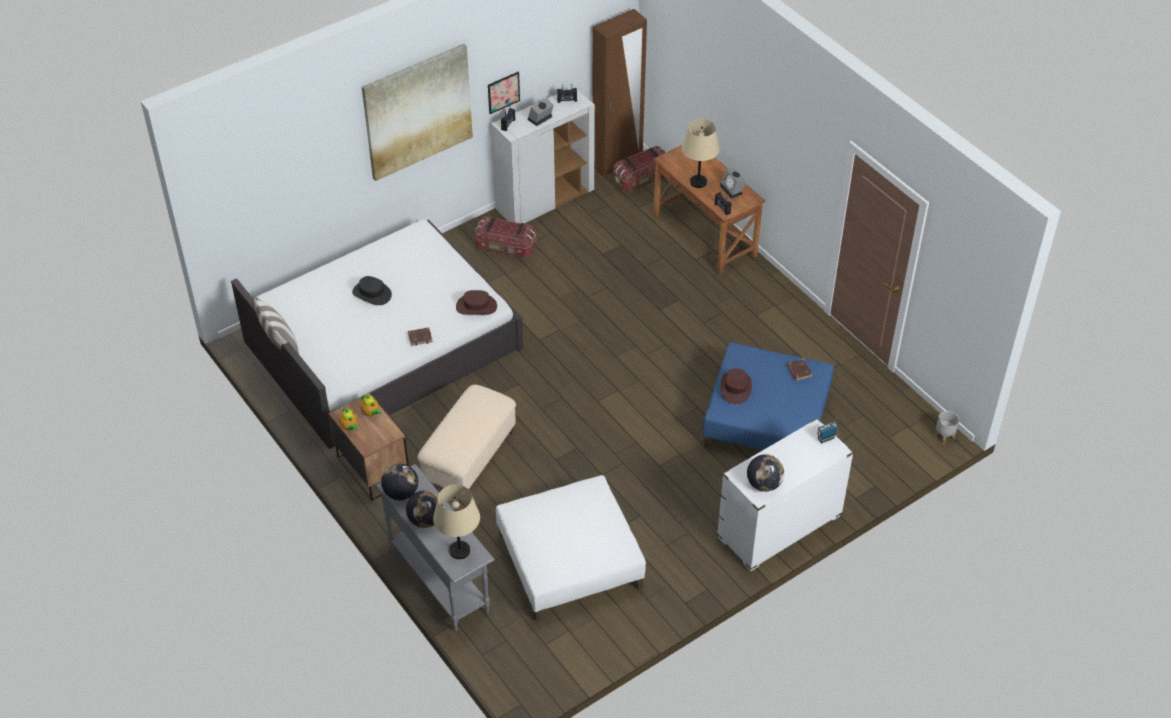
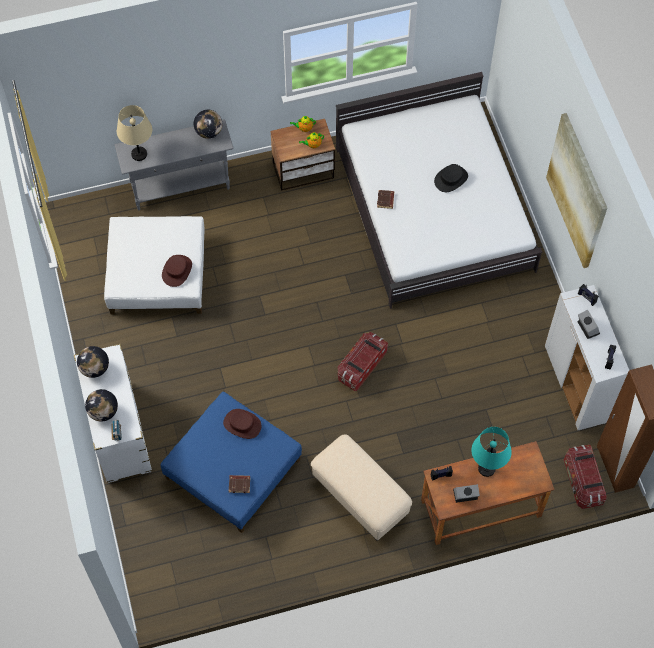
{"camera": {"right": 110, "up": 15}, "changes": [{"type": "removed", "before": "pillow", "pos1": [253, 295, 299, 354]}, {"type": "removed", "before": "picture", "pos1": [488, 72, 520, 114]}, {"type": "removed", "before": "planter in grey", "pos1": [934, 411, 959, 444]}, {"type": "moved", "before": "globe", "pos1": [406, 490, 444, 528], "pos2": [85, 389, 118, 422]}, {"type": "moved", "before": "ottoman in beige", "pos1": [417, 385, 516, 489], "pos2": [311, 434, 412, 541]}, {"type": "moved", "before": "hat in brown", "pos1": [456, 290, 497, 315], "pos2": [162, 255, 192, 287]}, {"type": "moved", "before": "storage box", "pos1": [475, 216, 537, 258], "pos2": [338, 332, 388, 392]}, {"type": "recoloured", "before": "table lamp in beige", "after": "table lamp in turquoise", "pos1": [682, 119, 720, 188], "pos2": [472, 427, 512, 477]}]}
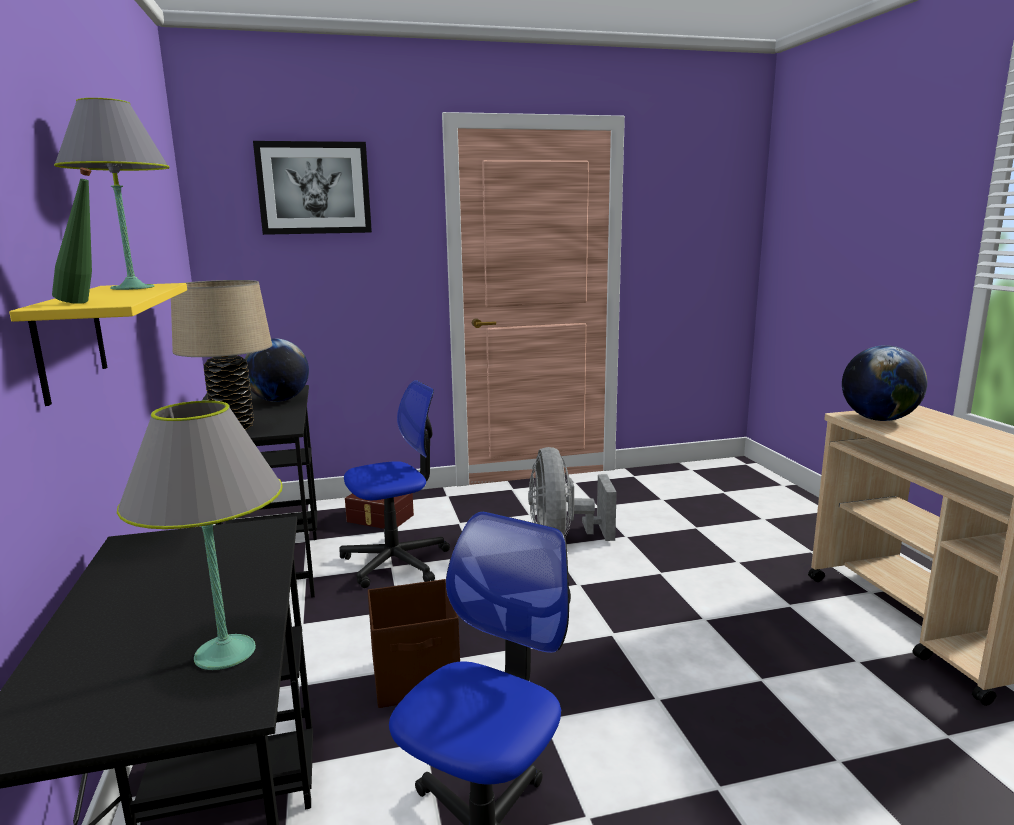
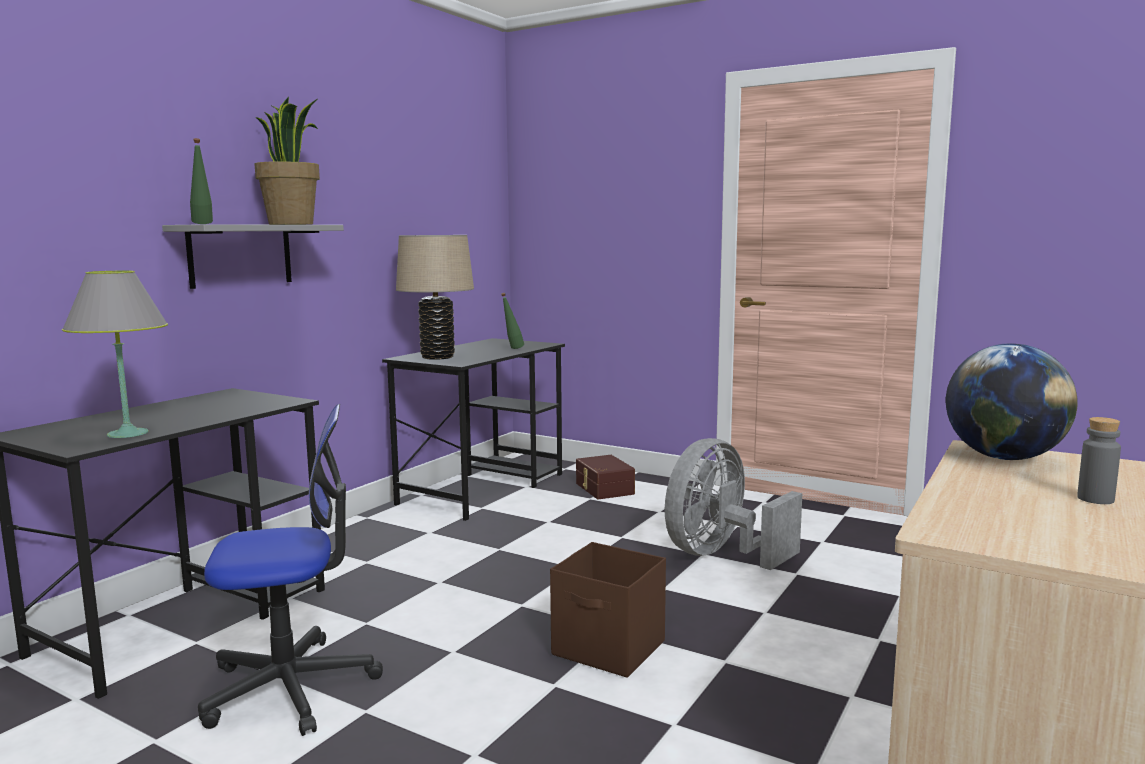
{"camera": {"right": 45, "up": -5}, "changes": [{"type": "removed", "before": "picture", "pos1": [253, 141, 372, 235]}, {"type": "removed", "before": "office chair", "pos1": [339, 380, 450, 588]}, {"type": "added", "after": "bottle in grey", "pos2": [1077, 417, 1121, 504]}, {"type": "moved", "before": "storage box in brown", "pos1": [368, 579, 460, 708], "pos2": [550, 542, 666, 678]}, {"type": "replaced", "before": "table lamp in grey", "after": "potted plant", "pos1": [54, 98, 170, 290], "pos2": [255, 97, 320, 225]}, {"type": "replaced", "before": "globe", "after": "bottle in green", "pos1": [245, 338, 309, 402], "pos2": [501, 293, 524, 349]}, {"type": "recoloured", "before": "shelf in yellow", "after": "shelf in grey", "pos1": [9, 283, 187, 406], "pos2": [162, 224, 344, 289]}]}
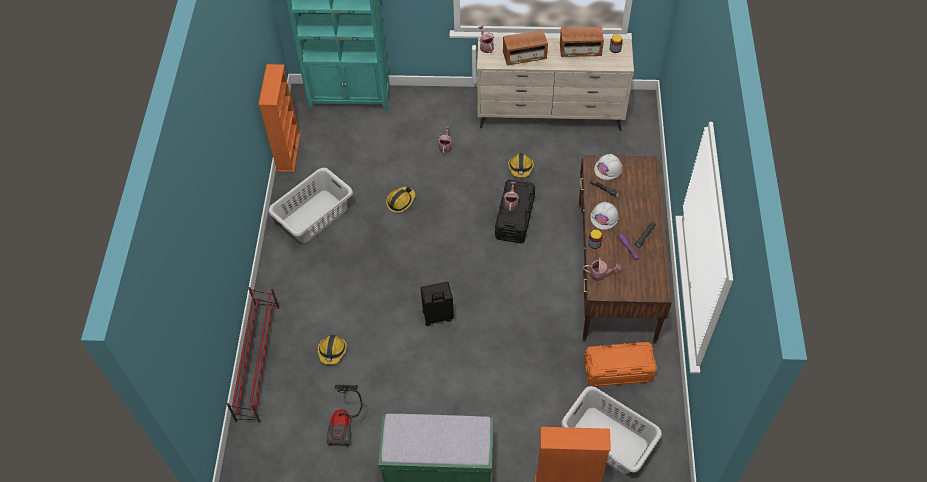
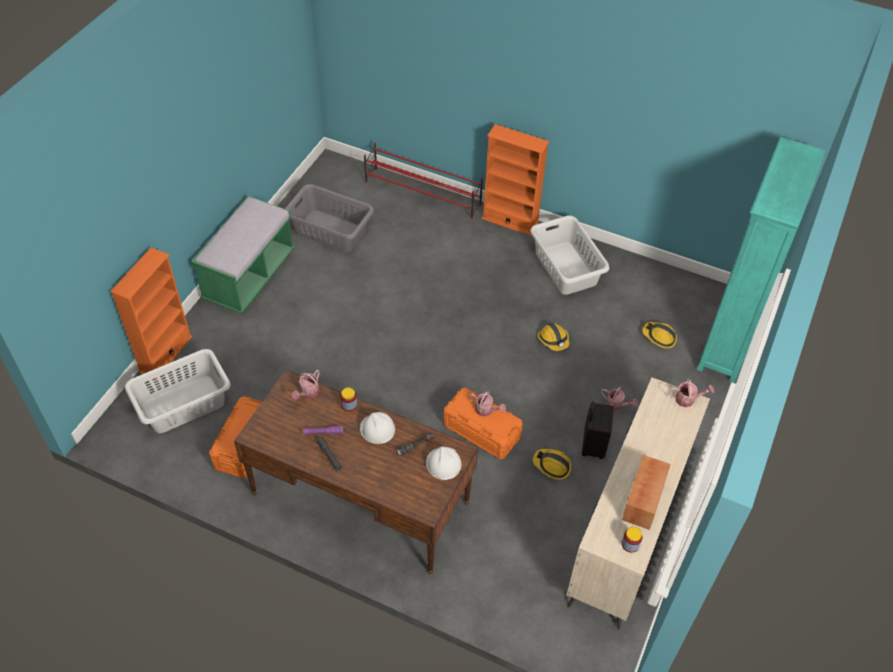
{"camera": {"right": 110, "up": -5}, "changes": [{"type": "removed", "before": "radio", "pos1": [503, 30, 548, 65]}, {"type": "moved", "before": "bookcase in orange", "pos1": [258, 64, 300, 172], "pos2": [482, 124, 549, 236]}, {"type": "moved", "before": "hard hat", "pos1": [318, 335, 347, 365], "pos2": [642, 322, 677, 349]}, {"type": "moved", "before": "suitcase in black", "pos1": [420, 282, 454, 326], "pos2": [582, 401, 614, 459]}, {"type": "replaced", "before": "vacuum cleaner", "after": "laundry basket in grey", "pos1": [327, 385, 363, 447], "pos2": [285, 184, 374, 252]}, {"type": "recoloured", "before": "storage box in black", "after": "storage box in orange", "pos1": [495, 179, 535, 244], "pos2": [444, 388, 523, 459]}]}
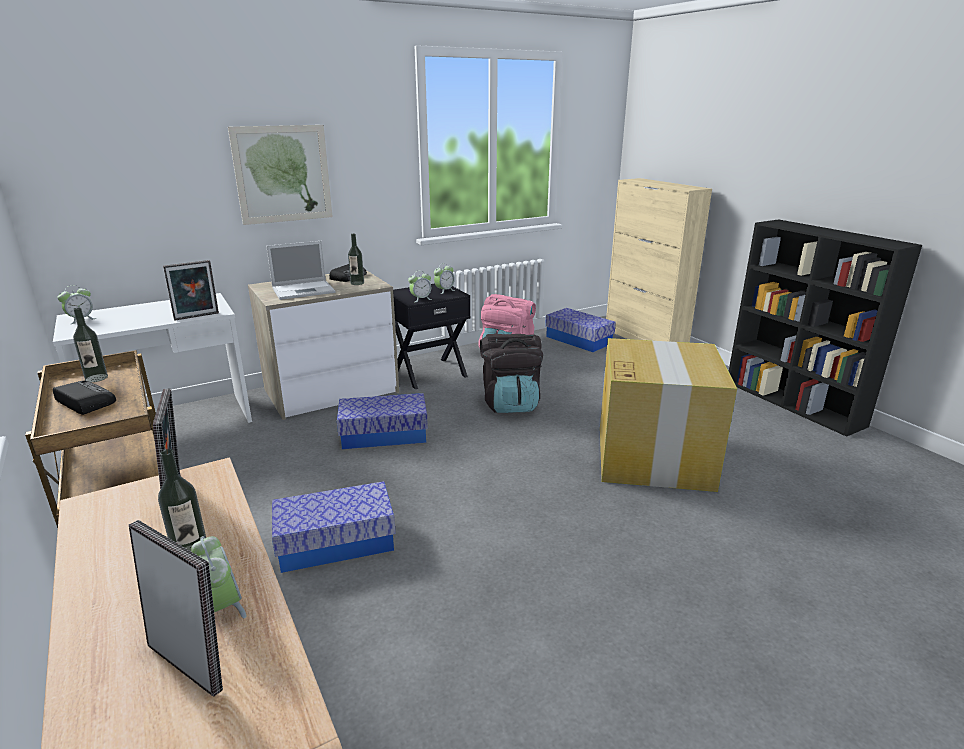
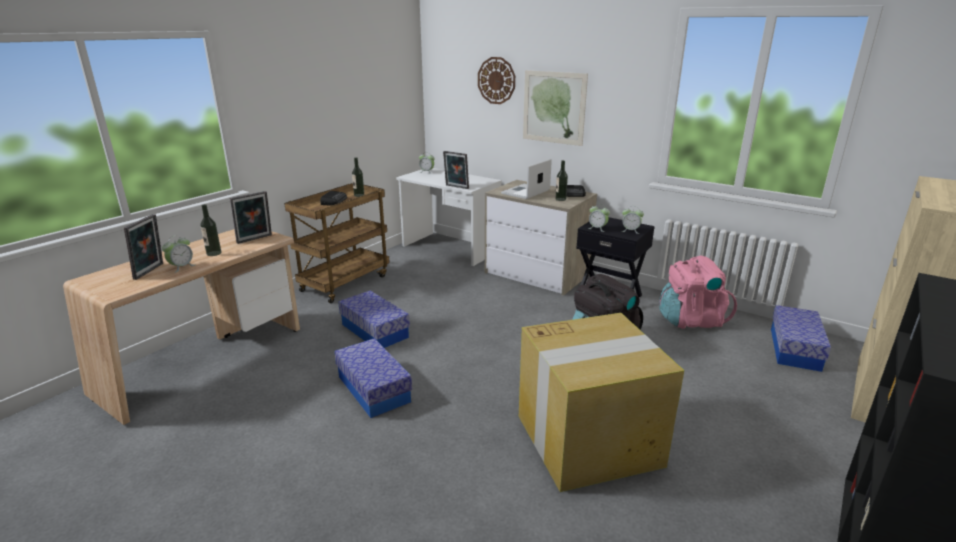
{"camera": {"right": 65, "up": 0}, "changes": [{"type": "added", "after": "wall clock", "pos2": [478, 57, 515, 104]}, {"type": "moved", "before": "storage box", "pos1": [337, 393, 428, 449], "pos2": [334, 338, 412, 418]}, {"type": "turned", "before": "laptop", "pos1": [266, 241, 336, 300], "pos2": [501, 159, 552, 199], "turn": 90}]}
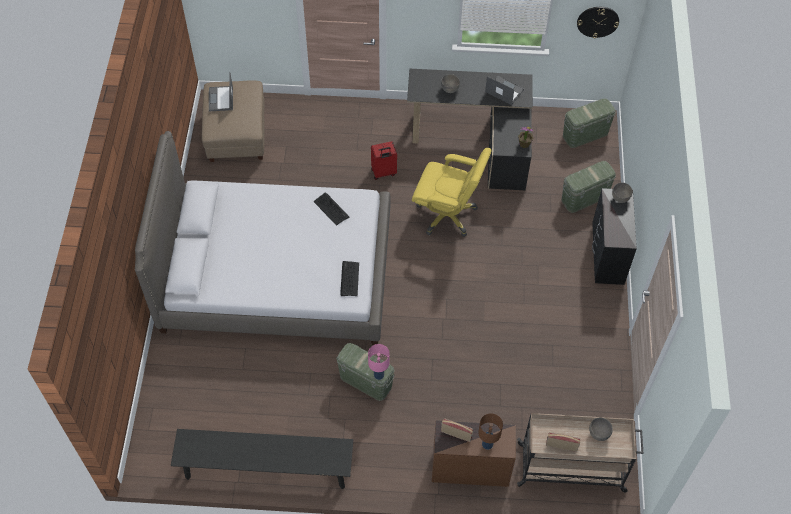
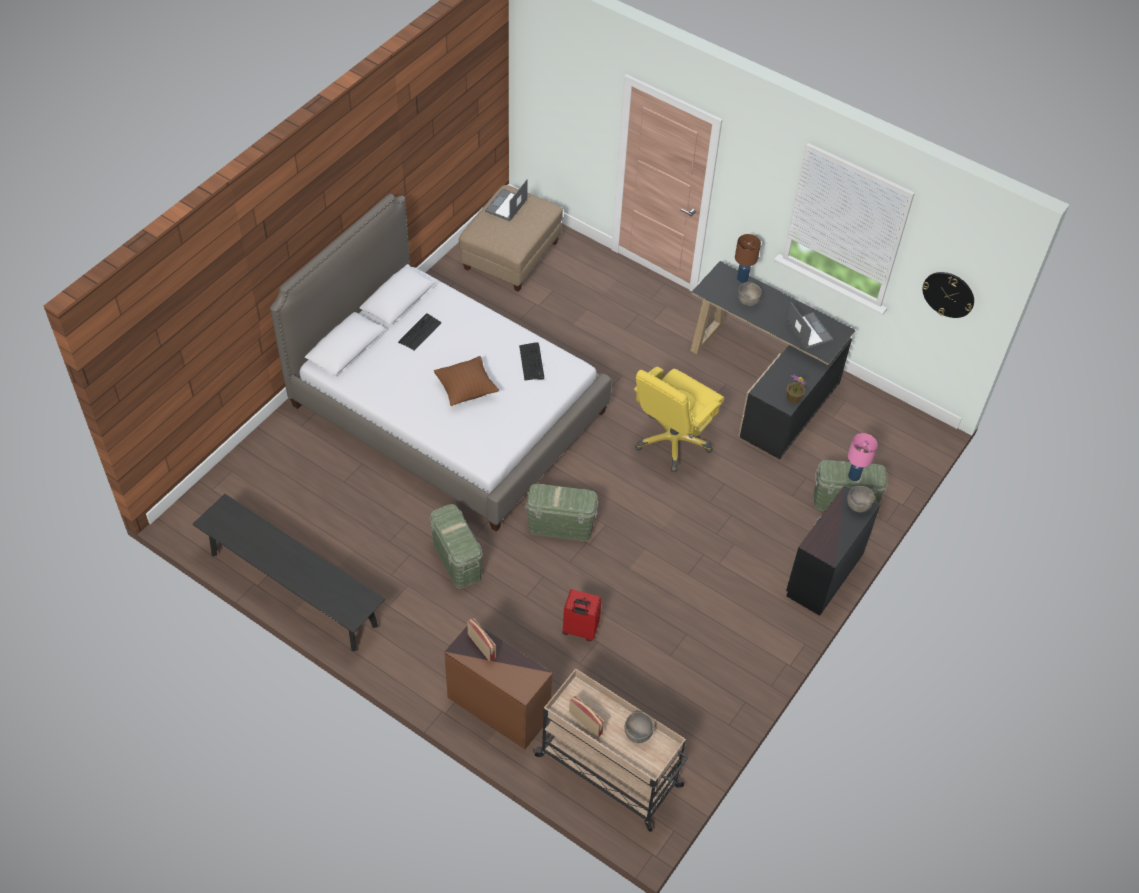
{"camera": {"right": 30, "up": -5}, "changes": [{"type": "added", "after": "pillow in brown", "pos2": [434, 356, 499, 406]}, {"type": "moved", "before": "keyboard", "pos1": [340, 261, 359, 296], "pos2": [398, 313, 442, 351]}, {"type": "moved", "before": "table lamp in pink", "pos1": [368, 344, 390, 380], "pos2": [848, 433, 877, 481]}, {"type": "moved", "before": "suitcase in red", "pos1": [371, 141, 397, 180], "pos2": [562, 589, 602, 641]}, {"type": "moved", "before": "table lamp in brown", "pos1": [478, 413, 503, 450], "pos2": [735, 234, 761, 283]}, {"type": "moved", "before": "storage box in green", "pos1": [563, 98, 616, 148], "pos2": [525, 484, 599, 541]}, {"type": "turned", "before": "office chair in yellow", "pos1": [412, 148, 492, 237], "pos2": [634, 367, 724, 472], "turn": 75}]}
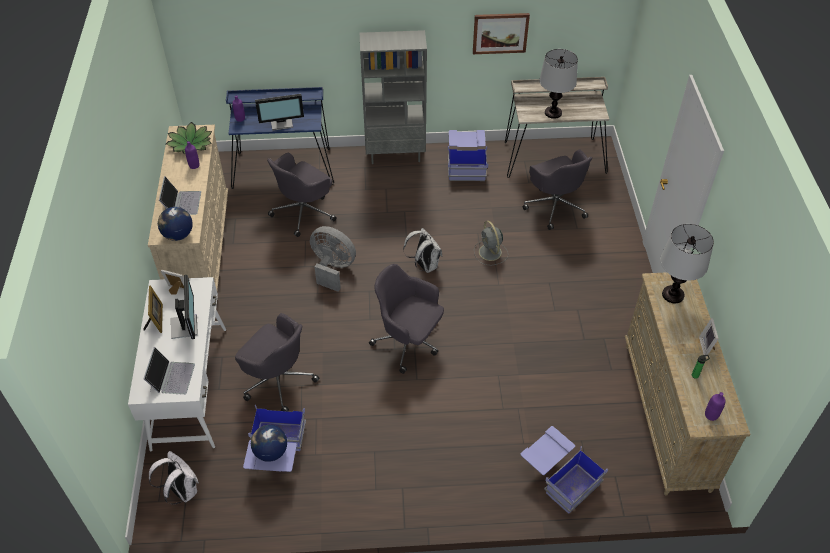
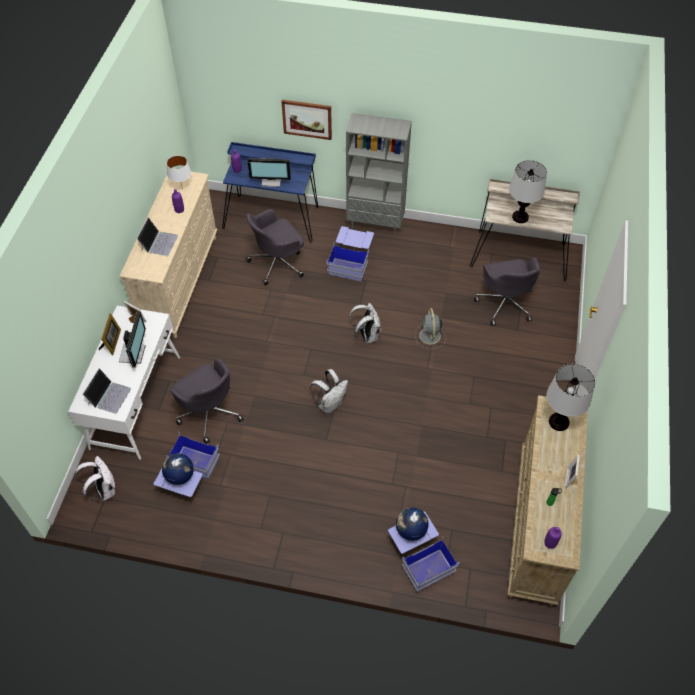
{"camera": {"right": 15, "up": 5}, "changes": [{"type": "removed", "before": "fan in grey", "pos1": [310, 226, 356, 292]}, {"type": "moved", "before": "globe", "pos1": [158, 207, 193, 241], "pos2": [396, 508, 429, 541]}, {"type": "moved", "before": "storage box in blue", "pos1": [448, 130, 488, 181], "pos2": [326, 226, 374, 282]}, {"type": "moved", "before": "picture", "pos1": [473, 13, 530, 54], "pos2": [281, 100, 332, 140]}, {"type": "replaced", "before": "potted plant", "after": "table lamp in white", "pos1": [166, 122, 212, 155], "pos2": [167, 156, 191, 190]}, {"type": "replaced", "before": "office chair in grey", "after": "backpack in white", "pos1": [369, 264, 444, 374], "pos2": [310, 369, 348, 413]}]}
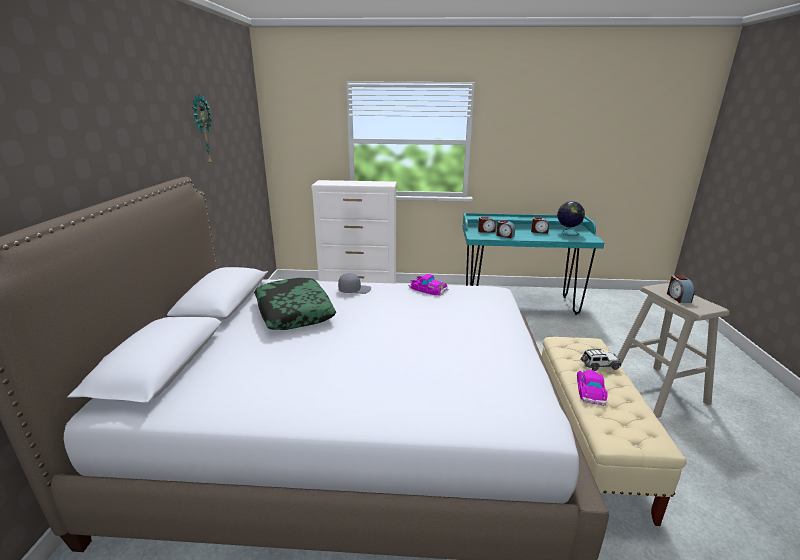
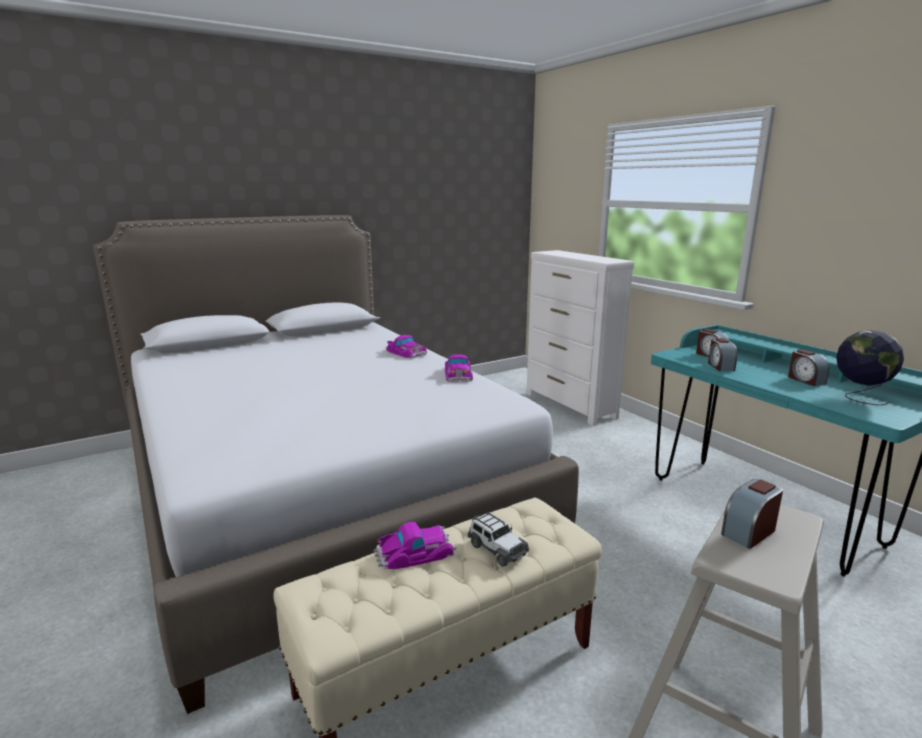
{"camera": {"right": 55, "up": -5}, "changes": [{"type": "removed", "before": "wall clock", "pos1": [192, 94, 212, 166]}, {"type": "removed", "before": "pillow", "pos1": [254, 278, 336, 330]}, {"type": "replaced", "before": "cap in grey", "after": "toy car", "pos1": [338, 273, 371, 294], "pos2": [386, 335, 427, 359]}]}
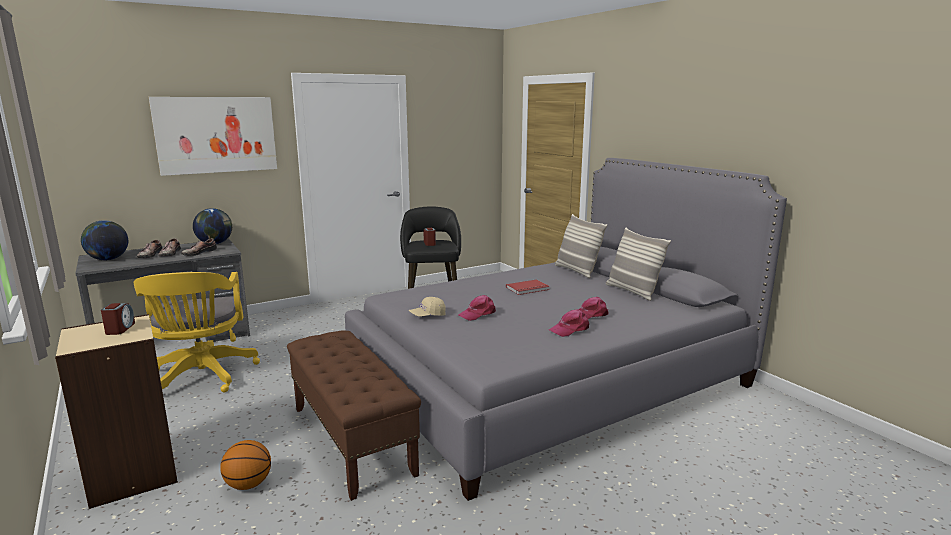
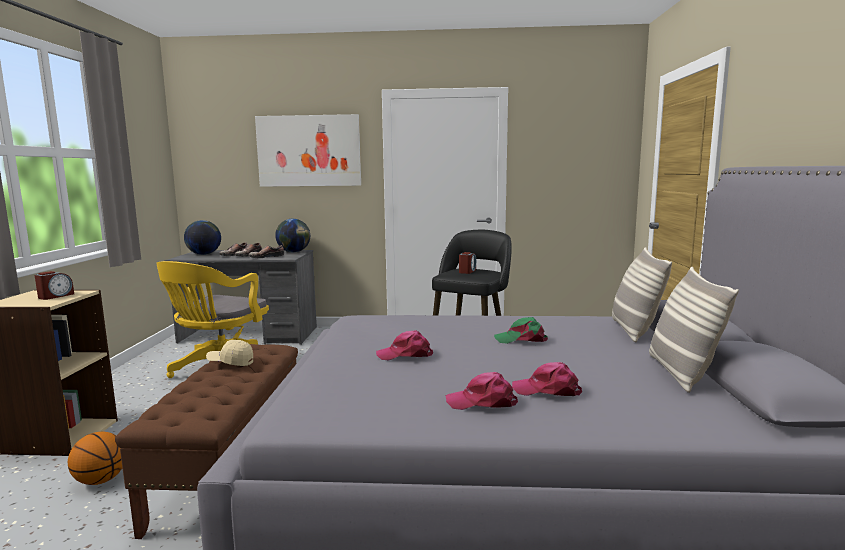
{"camera": {"right": 35, "up": -5}, "changes": [{"type": "moved", "before": "cap in beige", "pos1": [409, 297, 446, 317], "pos2": [206, 340, 253, 366]}, {"type": "replaced", "before": "book in red", "after": "cap in green", "pos1": [506, 280, 550, 295], "pos2": [494, 317, 548, 344]}]}
